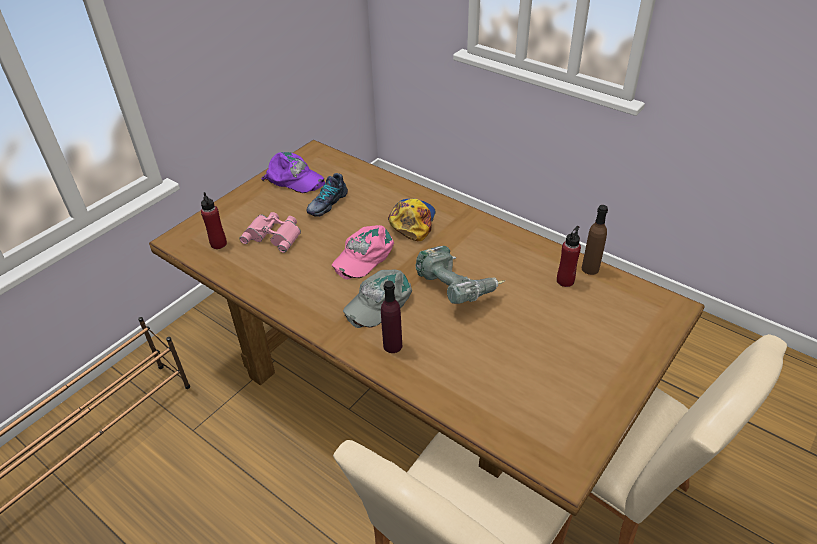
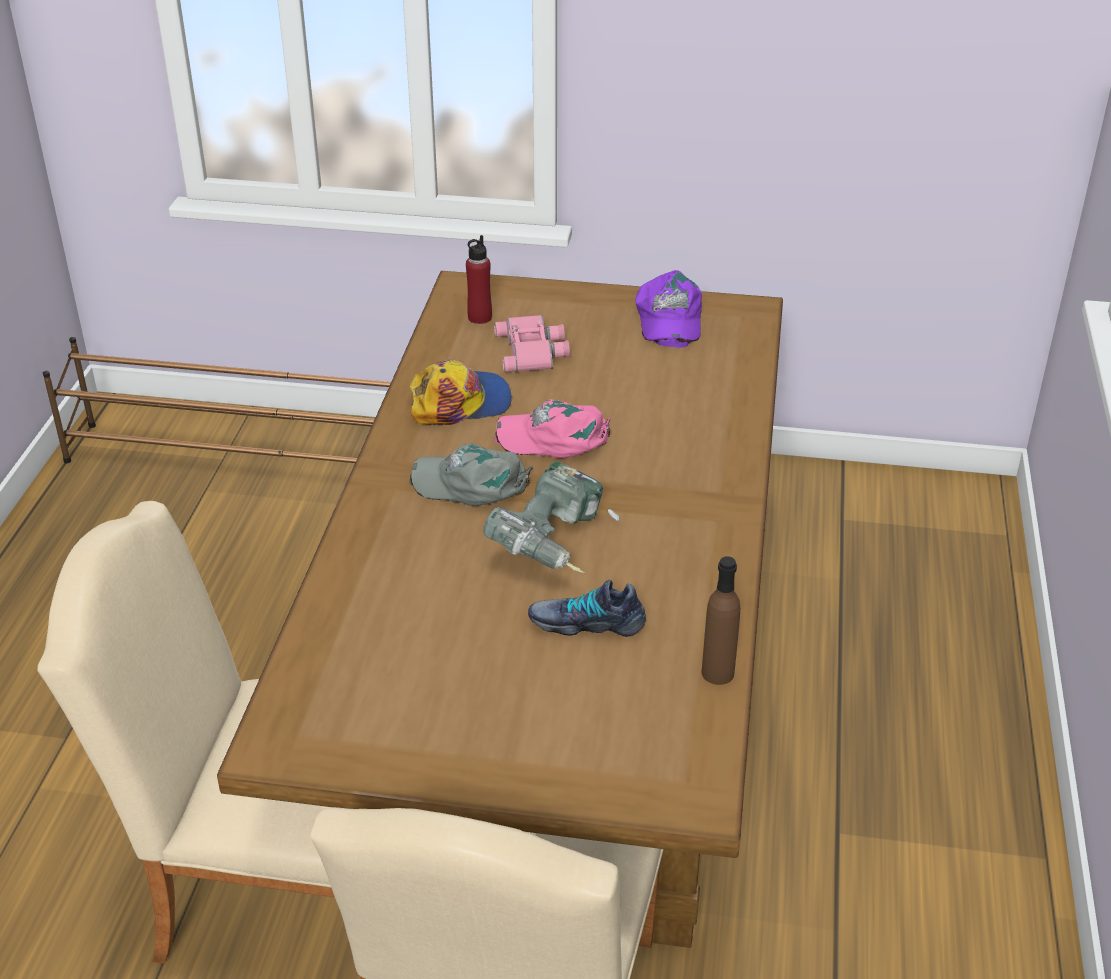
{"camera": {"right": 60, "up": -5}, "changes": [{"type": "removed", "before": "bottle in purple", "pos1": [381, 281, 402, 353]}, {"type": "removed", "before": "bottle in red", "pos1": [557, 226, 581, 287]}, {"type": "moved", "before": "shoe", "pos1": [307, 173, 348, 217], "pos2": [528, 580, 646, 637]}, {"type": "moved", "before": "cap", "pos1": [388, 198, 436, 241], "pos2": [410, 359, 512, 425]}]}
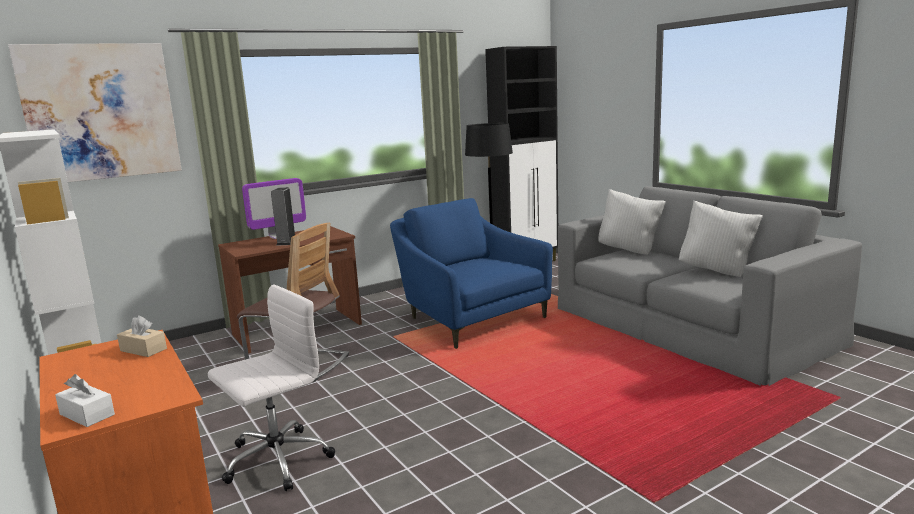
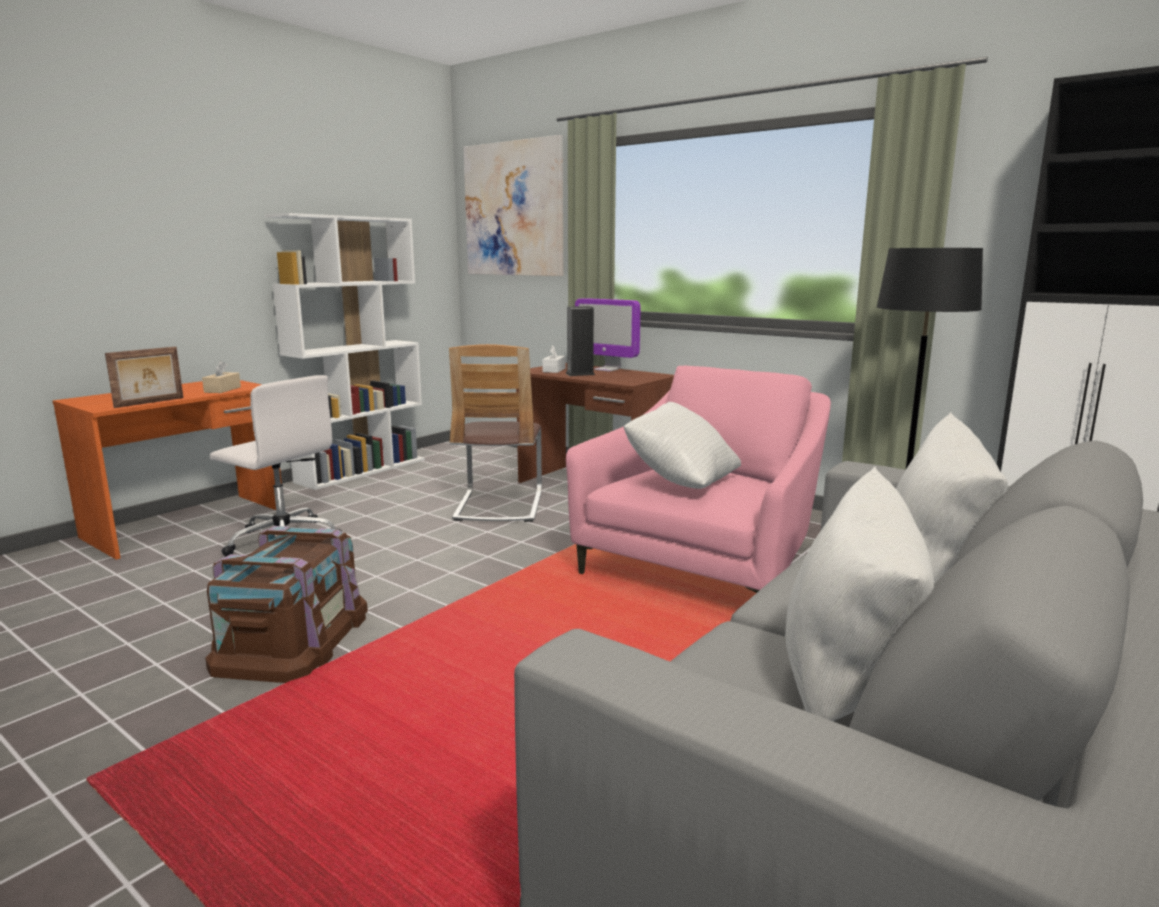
{"camera": {"right": 70, "up": 0}, "changes": [{"type": "added", "after": "picture frame", "pos2": [105, 347, 184, 408]}, {"type": "added", "after": "storage box in brown", "pos2": [205, 526, 368, 683]}, {"type": "added", "after": "pillow in white", "pos2": [624, 402, 741, 489]}, {"type": "moved", "before": "tissue box in white", "pos1": [55, 374, 115, 427], "pos2": [542, 345, 565, 373]}, {"type": "recoloured", "before": "armchair in blue", "after": "armchair in pink", "pos1": [390, 198, 553, 349], "pos2": [566, 366, 831, 593]}]}
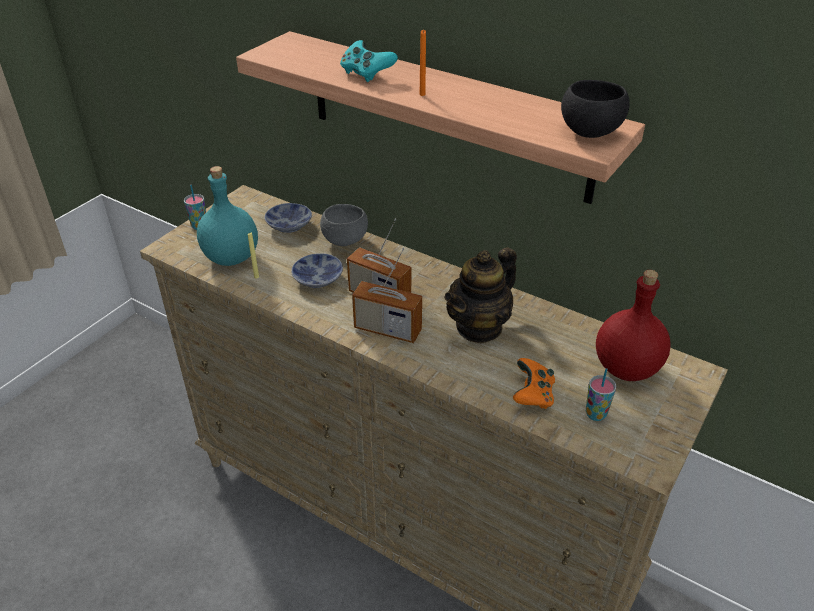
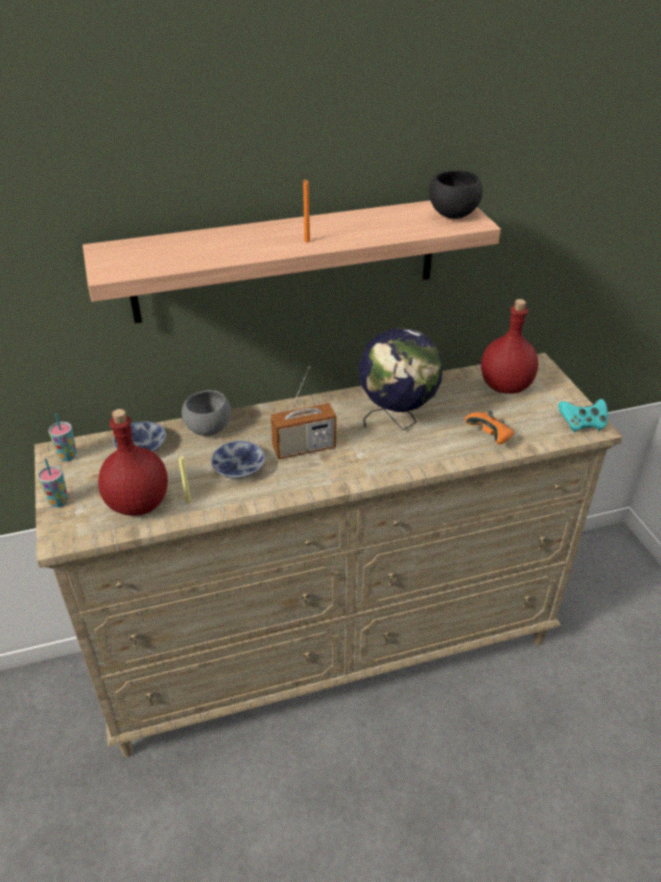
{"camera": {"right": -50, "up": 0}, "changes": [{"type": "removed", "before": "radio", "pos1": [352, 248, 422, 343]}, {"type": "moved", "before": "game controller in turquoise", "pos1": [340, 40, 398, 82], "pos2": [558, 399, 608, 432]}, {"type": "moved", "before": "cup", "pos1": [586, 368, 616, 421], "pos2": [48, 414, 77, 461]}, {"type": "replaced", "before": "teapot", "after": "globe", "pos1": [445, 247, 517, 344], "pos2": [359, 328, 443, 430]}, {"type": "recoloured", "before": "bottle in turquoise", "after": "bottle in red", "pos1": [197, 166, 258, 266], "pos2": [98, 409, 168, 516]}]}
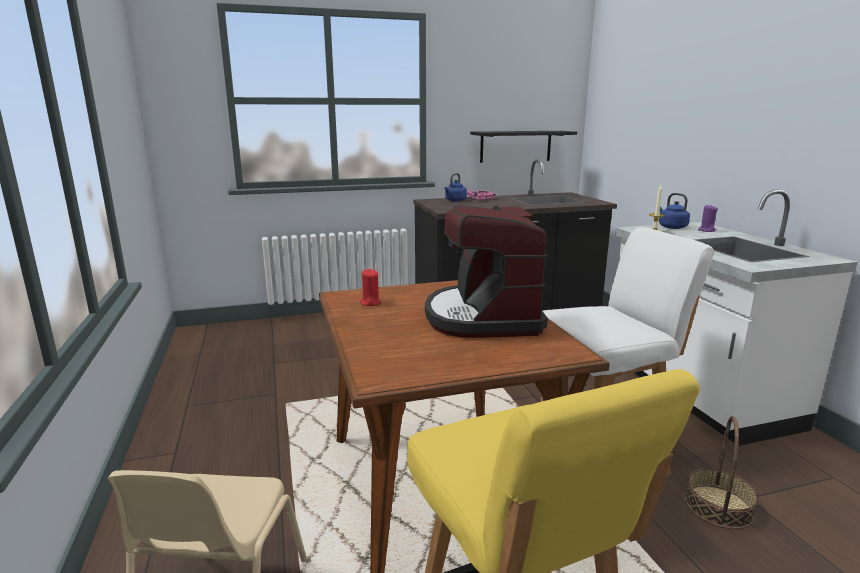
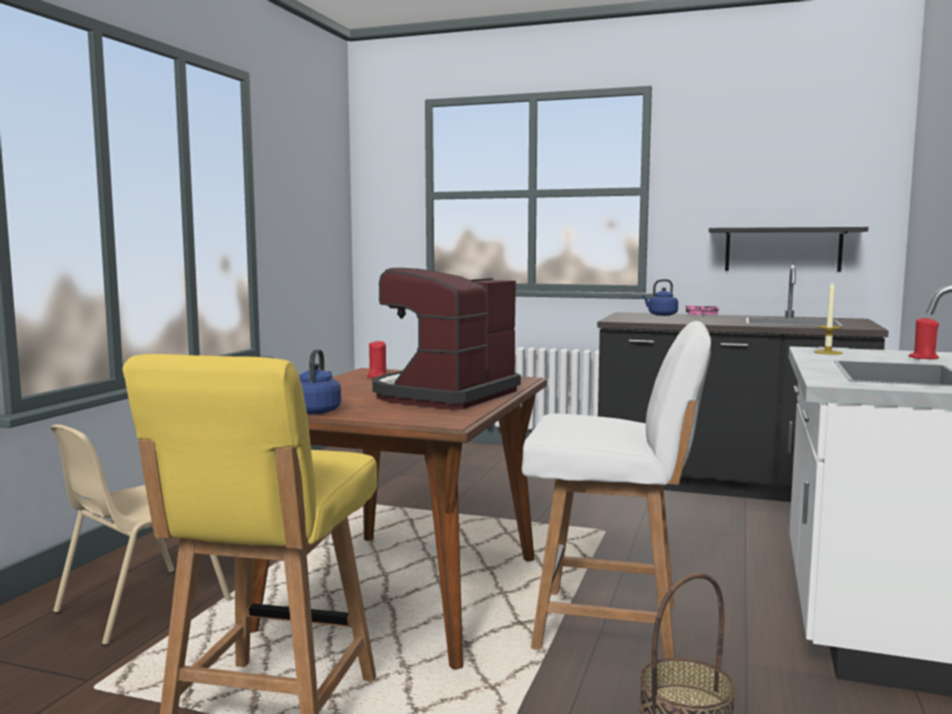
{"camera": {"right": 35, "up": -10}, "changes": [{"type": "moved", "before": "kettle in blue", "pos1": [659, 193, 690, 229], "pos2": [299, 349, 341, 414]}, {"type": "recoloured", "before": "candle in purple", "after": "candle in red", "pos1": [698, 205, 718, 232], "pos2": [909, 316, 939, 360]}]}
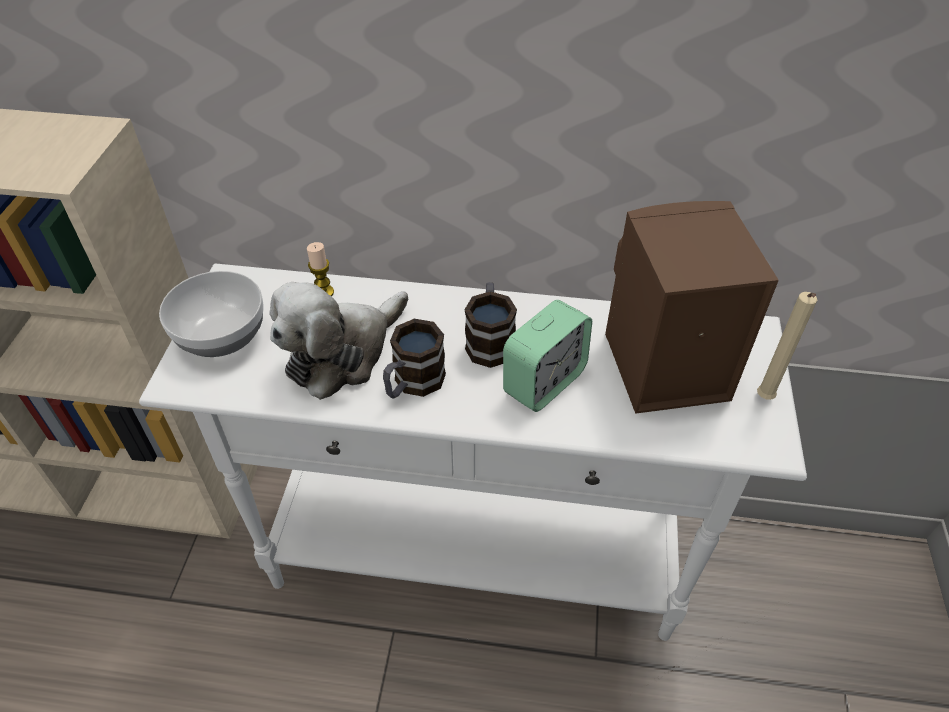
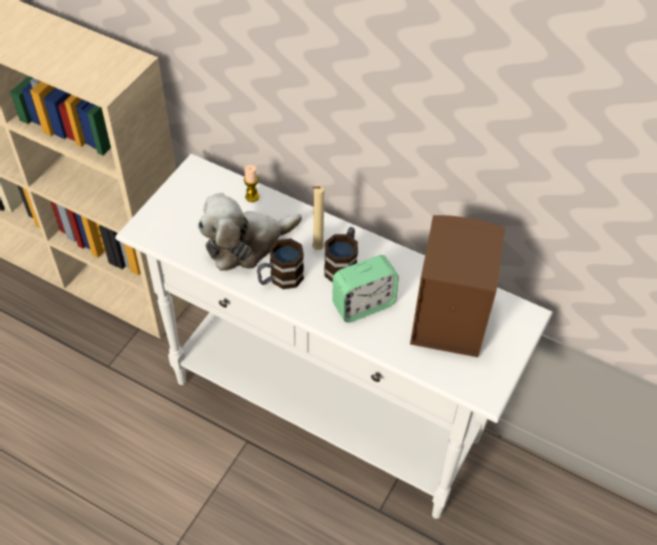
{"camera": {"right": 20, "up": 5}, "changes": [{"type": "removed", "before": "bowl", "pos1": [159, 271, 264, 357]}, {"type": "moved", "before": "candle in beige", "pos1": [757, 292, 817, 400], "pos2": [312, 185, 324, 250]}]}
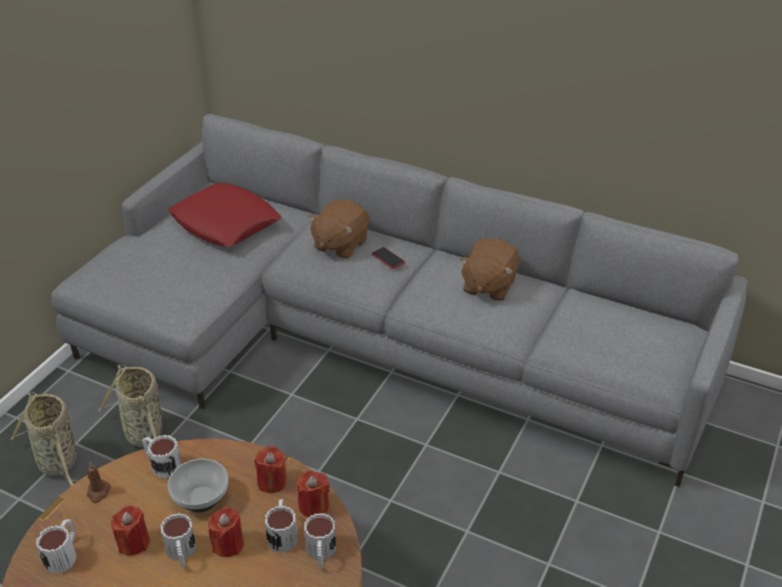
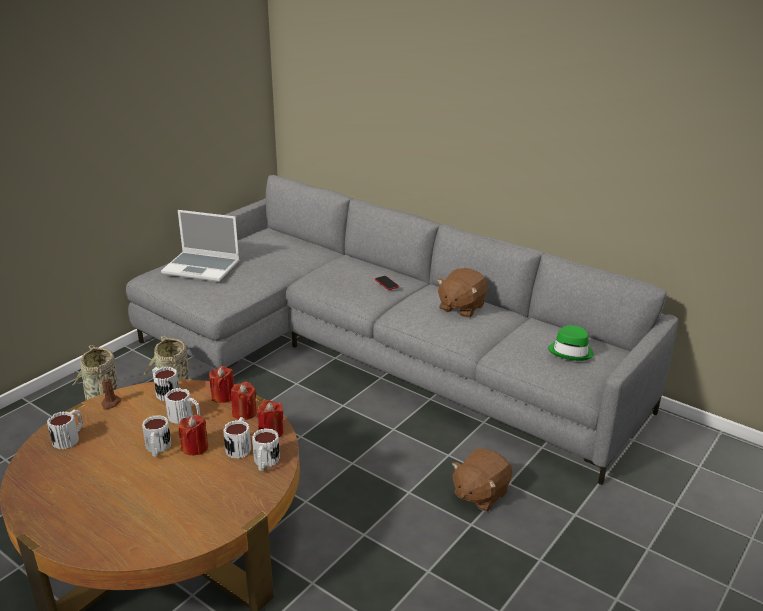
{"camera": {"right": 10, "up": -10}, "changes": [{"type": "removed", "before": "pillow in red", "pos1": [168, 183, 282, 247]}, {"type": "added", "after": "laptop", "pos2": [161, 210, 240, 282]}, {"type": "added", "after": "hat in green", "pos2": [548, 325, 594, 361]}, {"type": "moved", "before": "candle in red", "pos1": [111, 505, 150, 556], "pos2": [209, 366, 234, 403]}, {"type": "moved", "before": "plush toy in brown", "pos1": [308, 200, 369, 259], "pos2": [452, 448, 513, 511]}, {"type": "replaced", "before": "bowl", "after": "mug", "pos1": [168, 459, 228, 513], "pos2": [165, 388, 200, 424]}]}
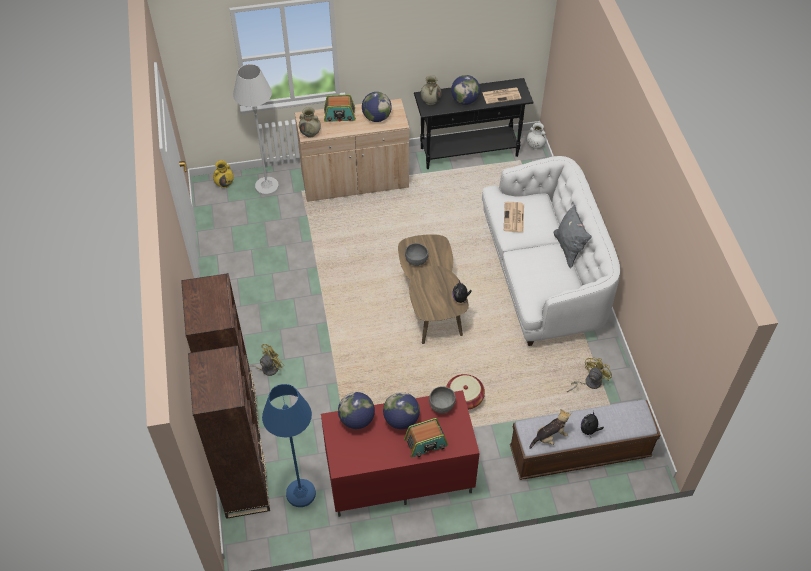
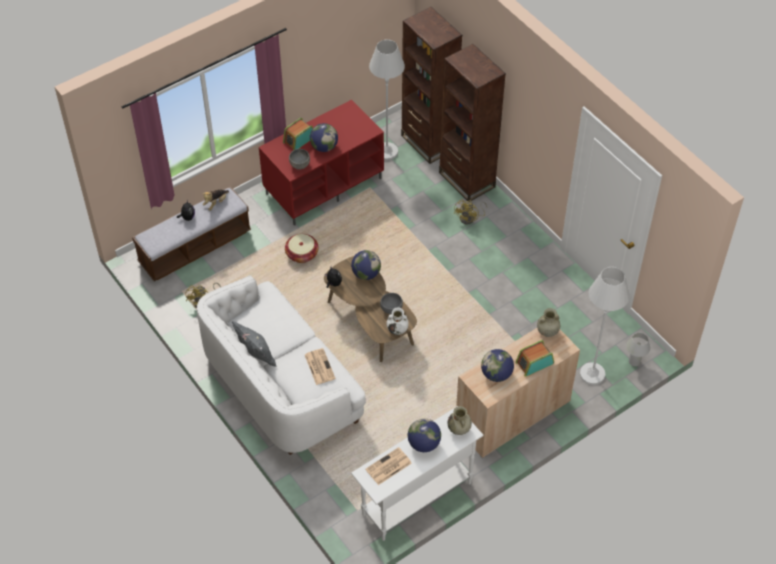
{"camera": {"right": 155, "up": 0}, "changes": [{"type": "moved", "before": "globe", "pos1": [338, 392, 375, 429], "pos2": [351, 250, 381, 280]}, {"type": "moved", "before": "vase in white", "pos1": [527, 123, 547, 150], "pos2": [387, 307, 409, 335]}, {"type": "replaced", "before": "vase in yellow", "after": "table lamp in white", "pos1": [213, 160, 234, 188], "pos2": [626, 333, 650, 366]}, {"type": "recoloured", "before": "floor lamp in blue", "after": "floor lamp in white", "pos1": [262, 384, 316, 507], "pos2": [369, 40, 405, 160]}, {"type": "recoloured", "before": "console table in black", "after": "console table in white", "pos1": [414, 78, 534, 169], "pos2": [351, 406, 484, 541]}]}
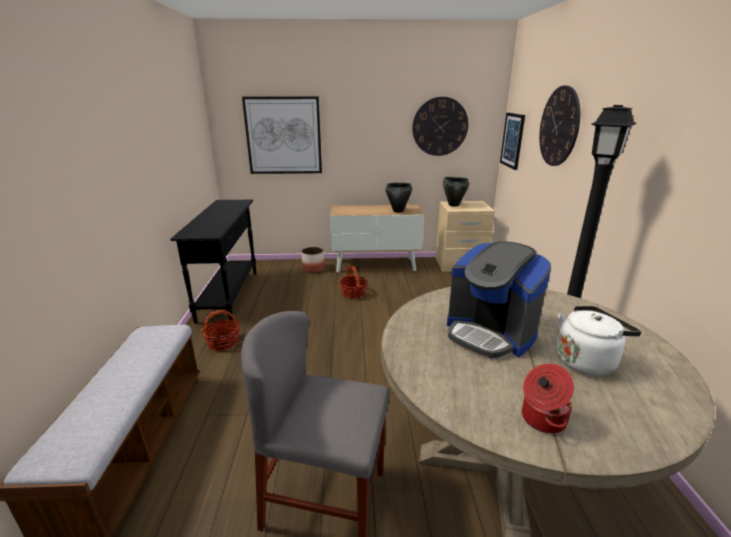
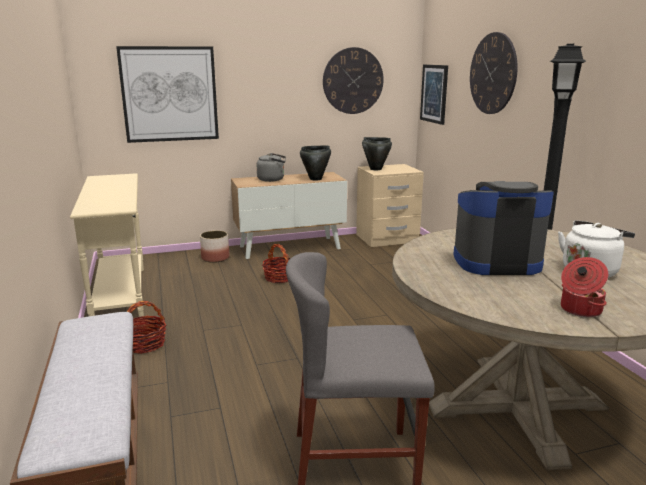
{"camera": {"right": -15, "up": -5}, "changes": [{"type": "added", "after": "kettle in grey", "pos2": [257, 153, 286, 182]}, {"type": "recoloured", "before": "console table in black", "after": "console table in beige", "pos1": [170, 200, 256, 323], "pos2": [70, 173, 144, 319]}, {"type": "turned", "before": "coffee machine", "pos1": [447, 241, 551, 358], "pos2": [453, 181, 554, 275], "turn": 150}]}
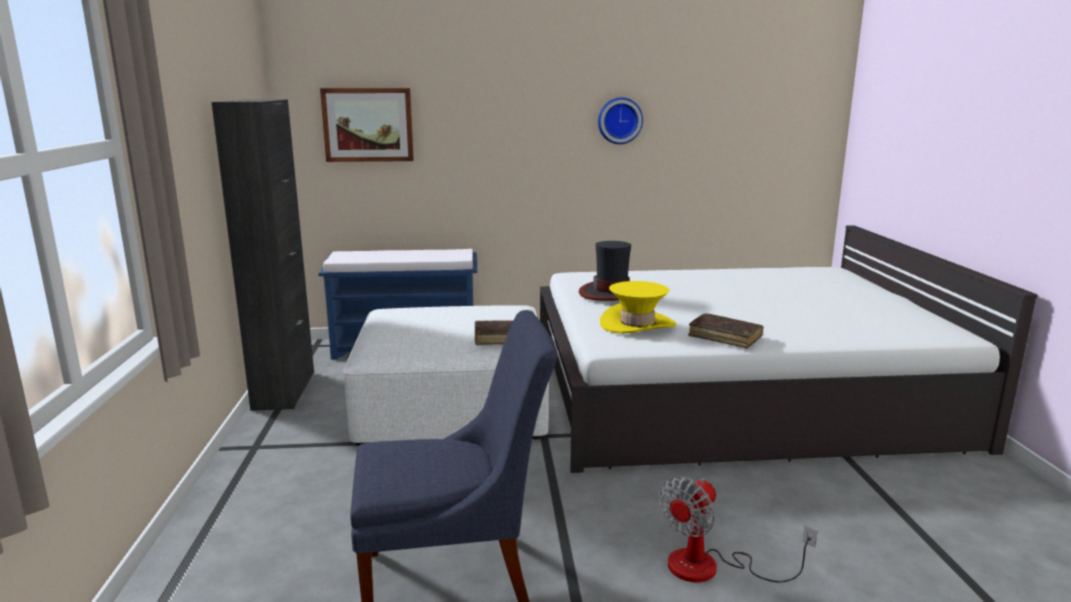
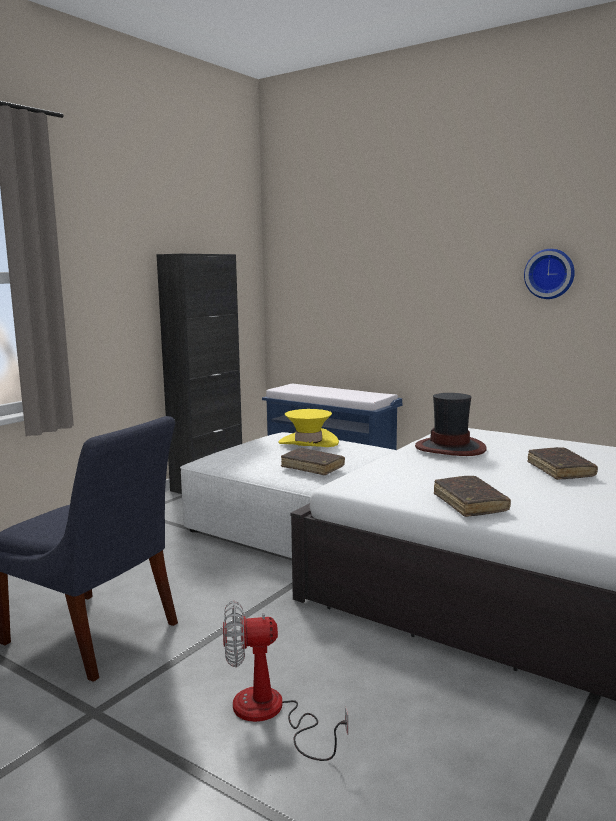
{"camera": {"right": 40, "up": -5}, "changes": [{"type": "removed", "before": "picture", "pos1": [320, 88, 414, 162]}, {"type": "added", "after": "book in brown", "pos2": [528, 447, 598, 480]}, {"type": "moved", "before": "hat in yellow", "pos1": [600, 281, 676, 334], "pos2": [278, 409, 339, 447]}]}
